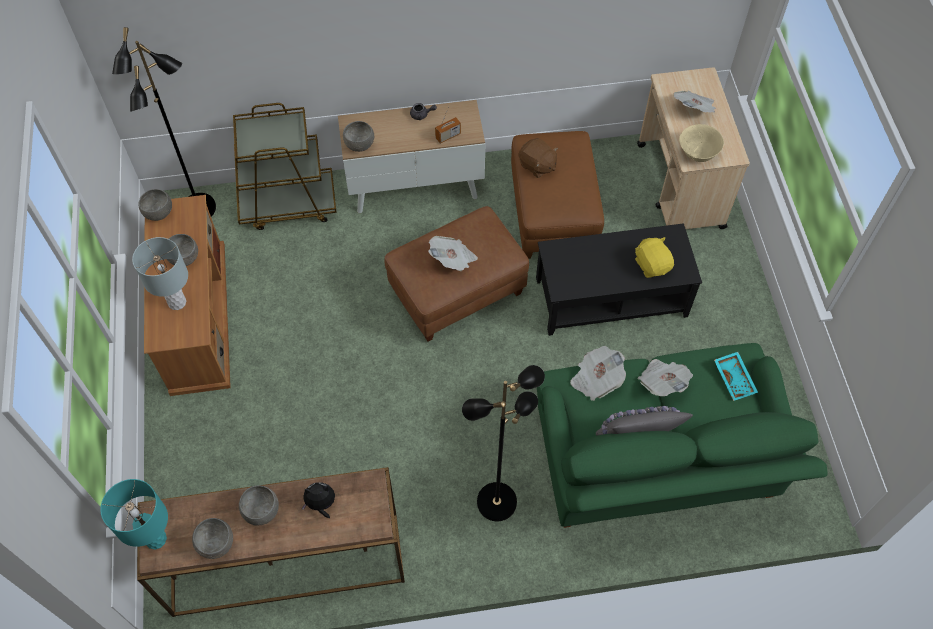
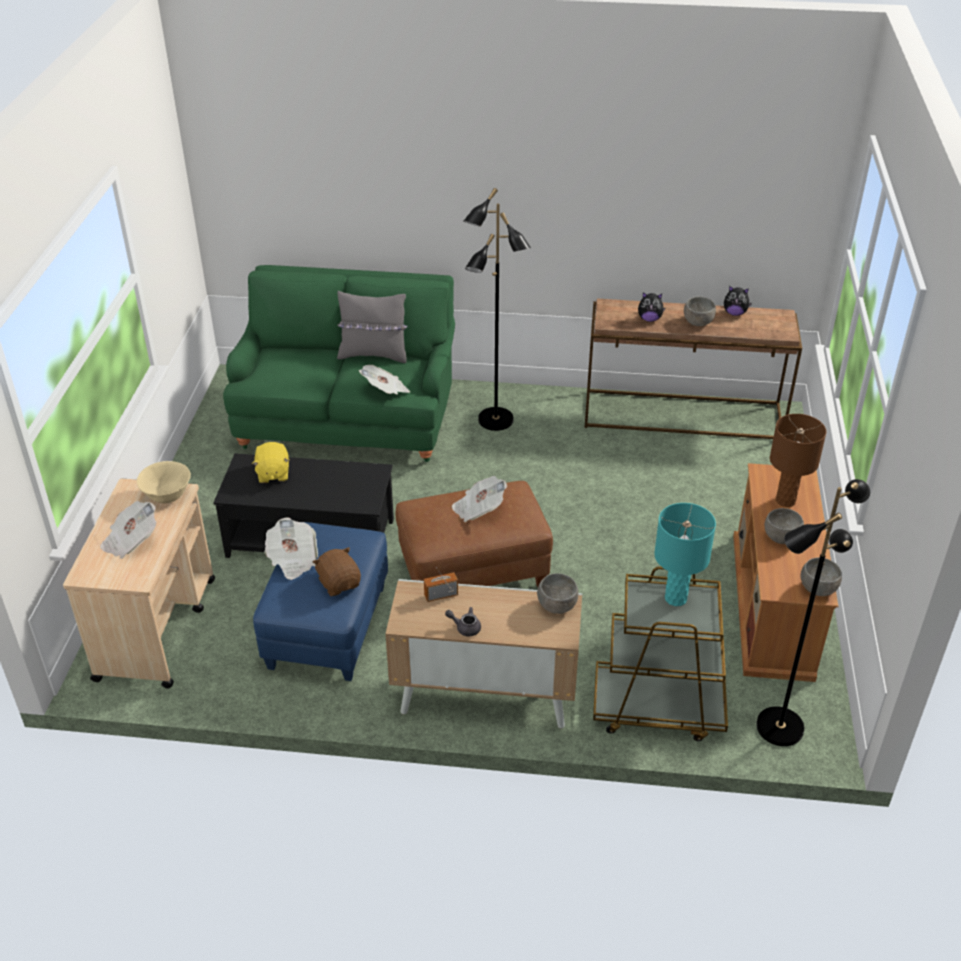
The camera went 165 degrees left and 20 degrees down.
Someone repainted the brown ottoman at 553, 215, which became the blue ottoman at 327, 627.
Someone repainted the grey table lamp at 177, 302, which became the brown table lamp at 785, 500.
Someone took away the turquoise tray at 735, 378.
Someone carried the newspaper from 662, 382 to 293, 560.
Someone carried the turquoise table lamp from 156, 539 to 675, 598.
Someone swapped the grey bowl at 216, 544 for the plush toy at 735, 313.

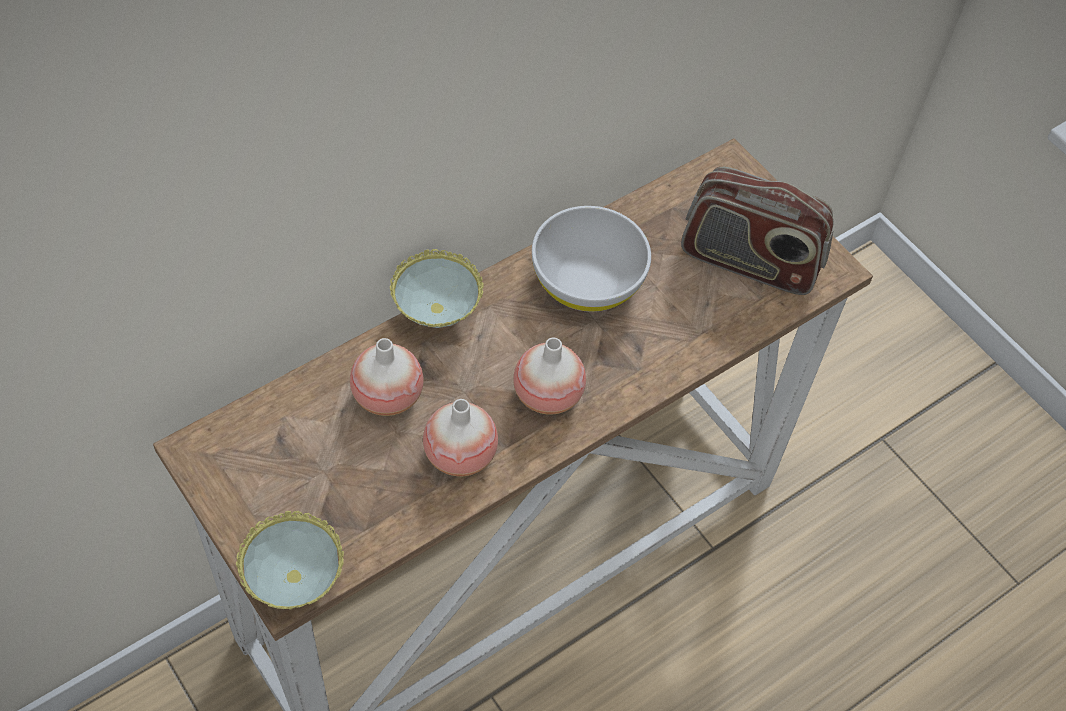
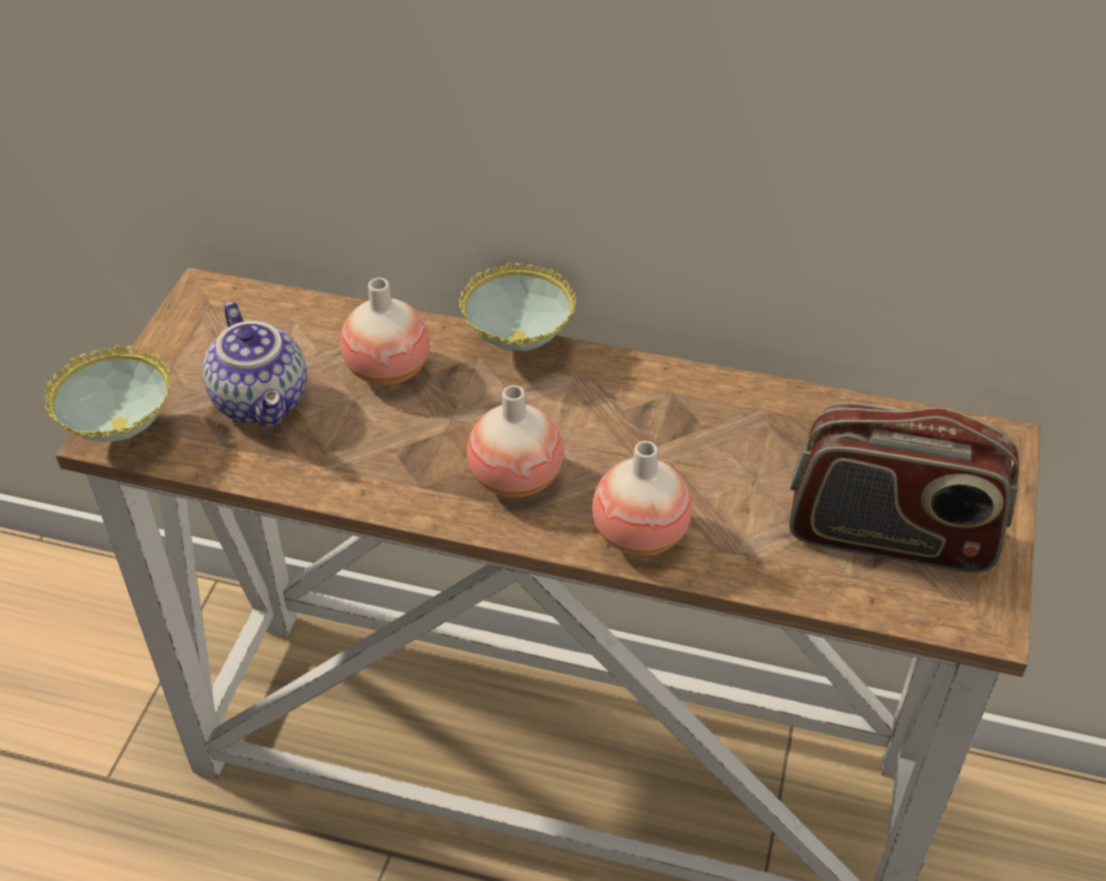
The camera went 55 degrees right and 10 degrees down.
Someone rotated the radio at 749, 261 by 60 degrees counterclockwise.
Someone took away the white bowl at 587, 281.
Someone carried the vase from 460, 455 to 640, 534.
Someone put down the teapot at 264, 401.

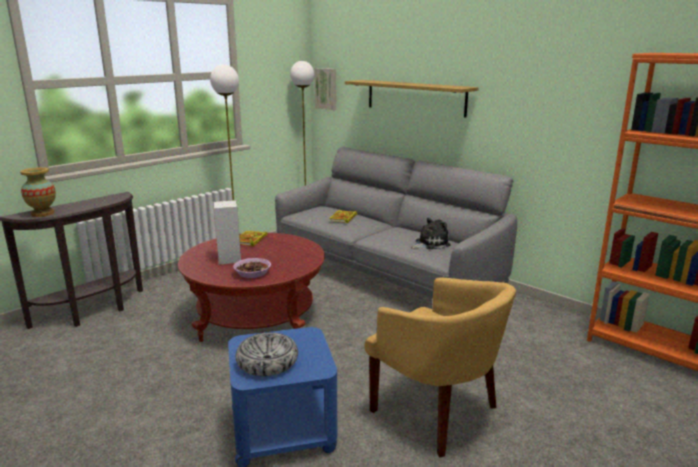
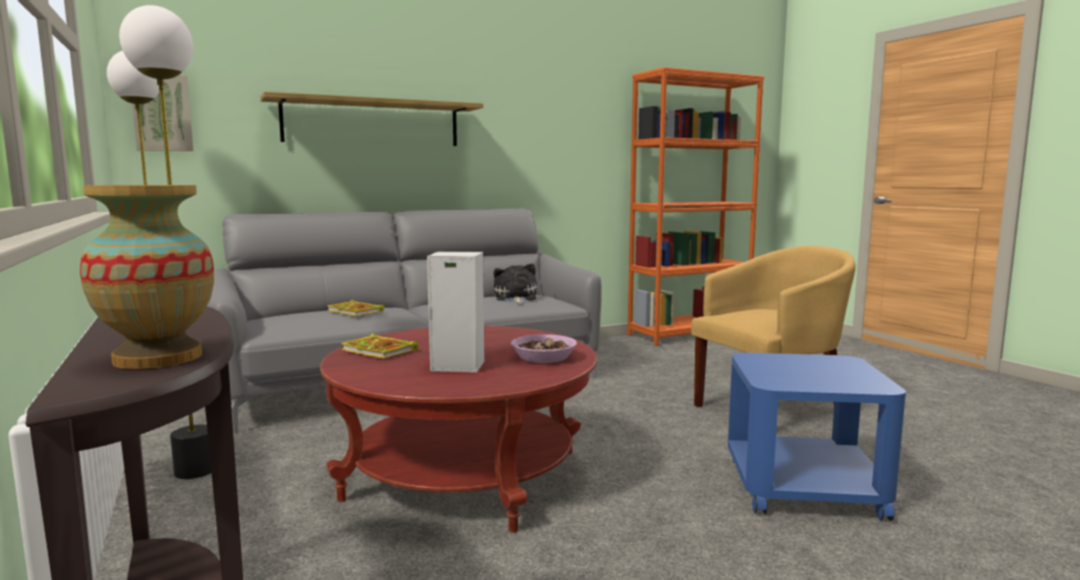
The camera went 70 degrees left and 10 degrees down.
Someone took away the bowl at 267, 362.

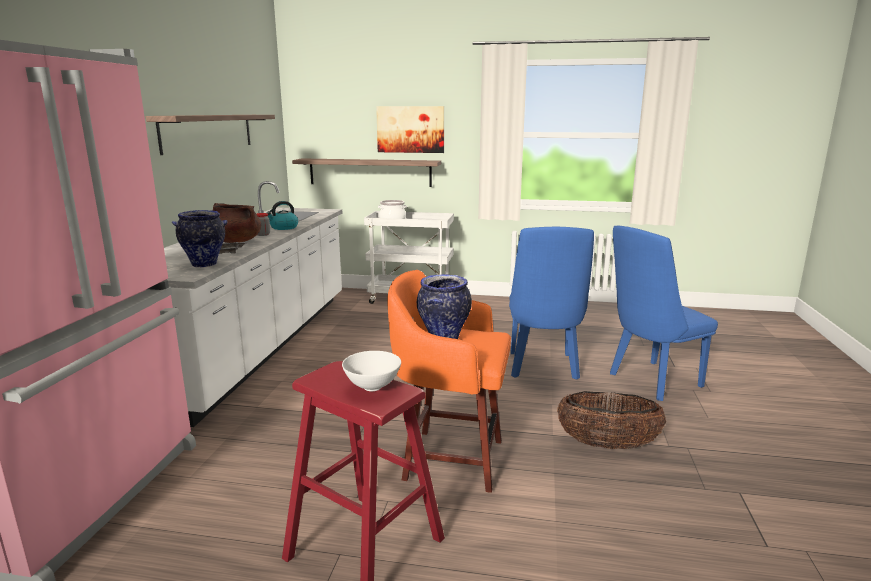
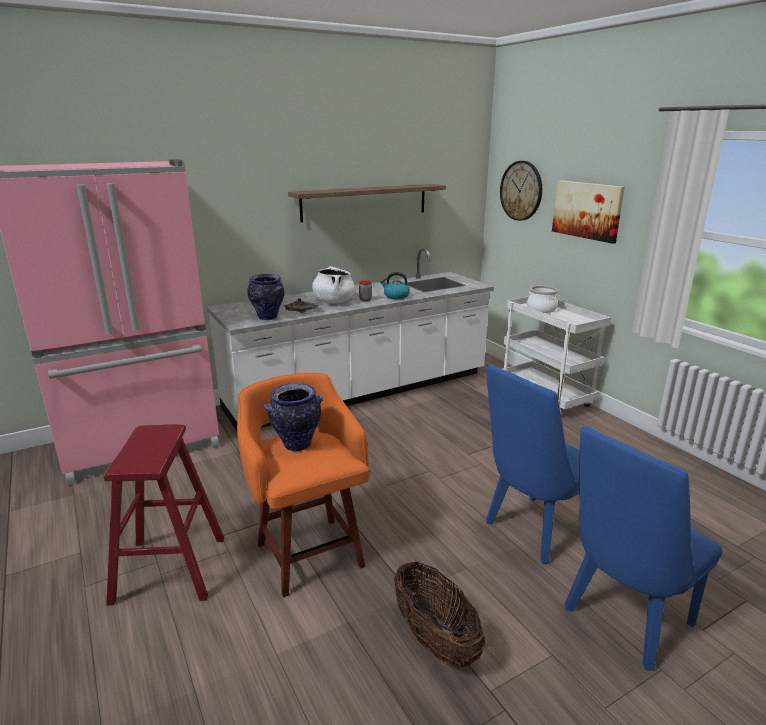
The camera went 50 degrees right and 5 degrees up.
Someone took away the shelf at 370, 172.
Someone repainted the brown cooking pot at 236, 241, which became the white cooking pot at 334, 301.
Someone rotated the blue chair at 650, 382 by 60 degrees counterclockwise.
Someone took away the white bowl at 372, 387.
Someone put up the wall clock at 521, 191.

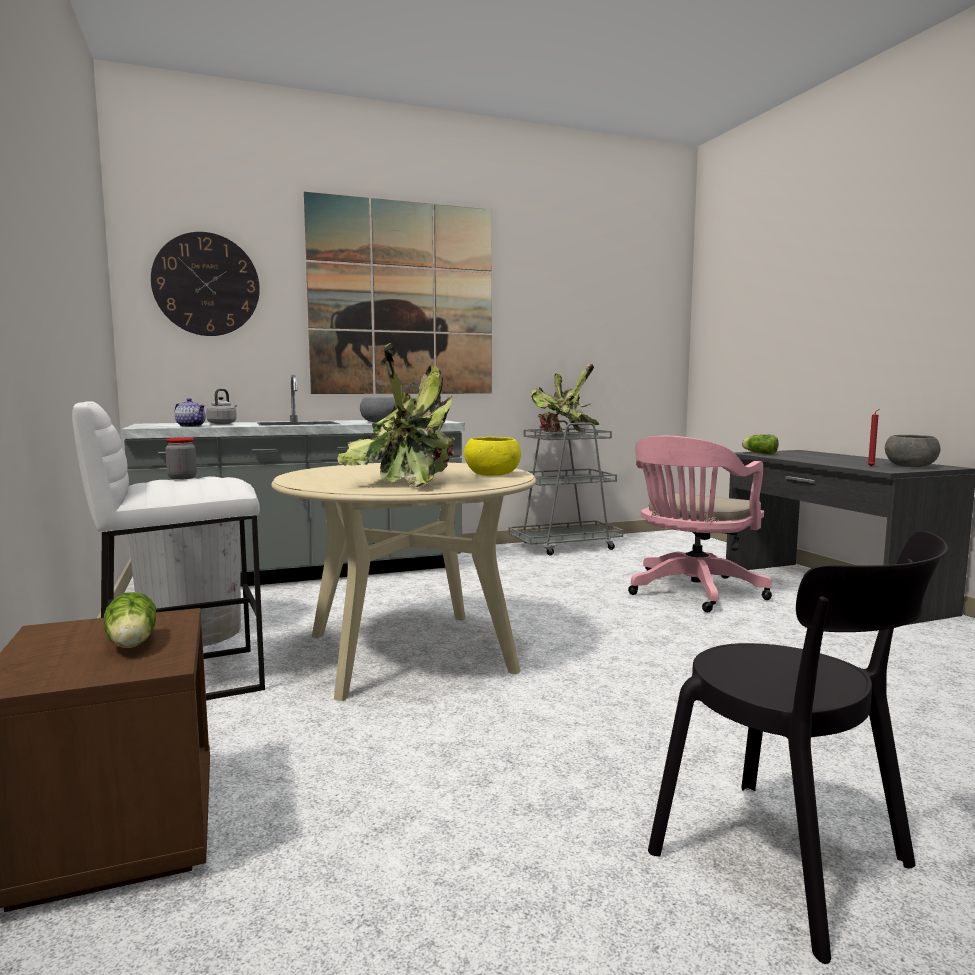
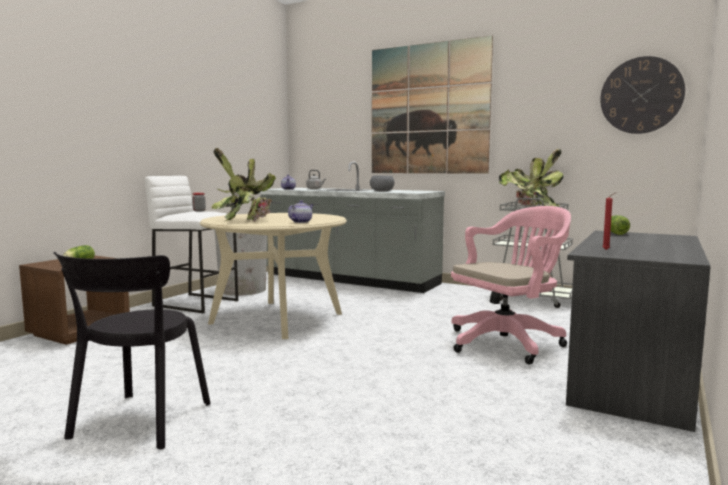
The camera went 50 degrees right and 0 degrees up.
Someone carried the wall clock from 206, 284 to 641, 95.
Someone took away the grey bowl at 910, 466.
Someone rotated the pink office chair at 692, 593 by 150 degrees clockwise.
Someone swapped the yellow bowl at 492, 474 for the teapot at 301, 222.

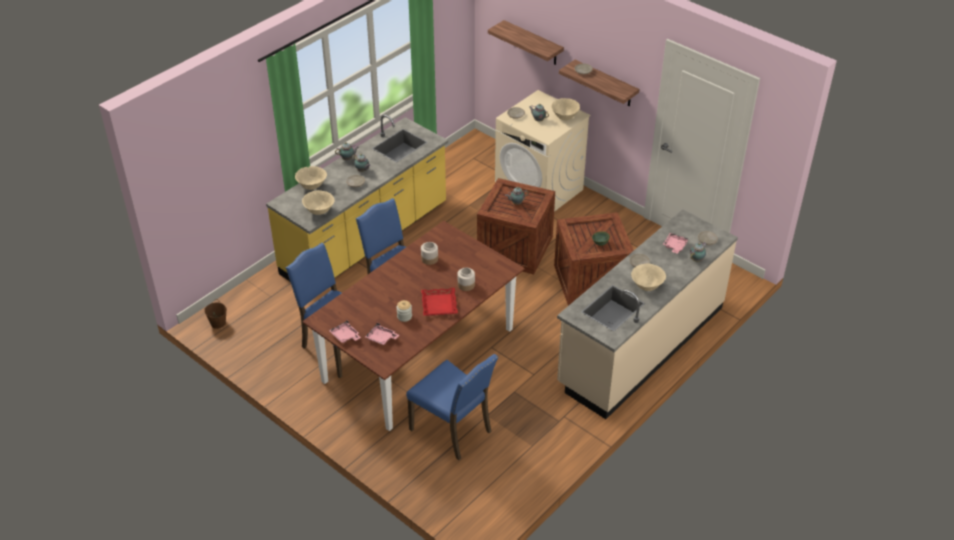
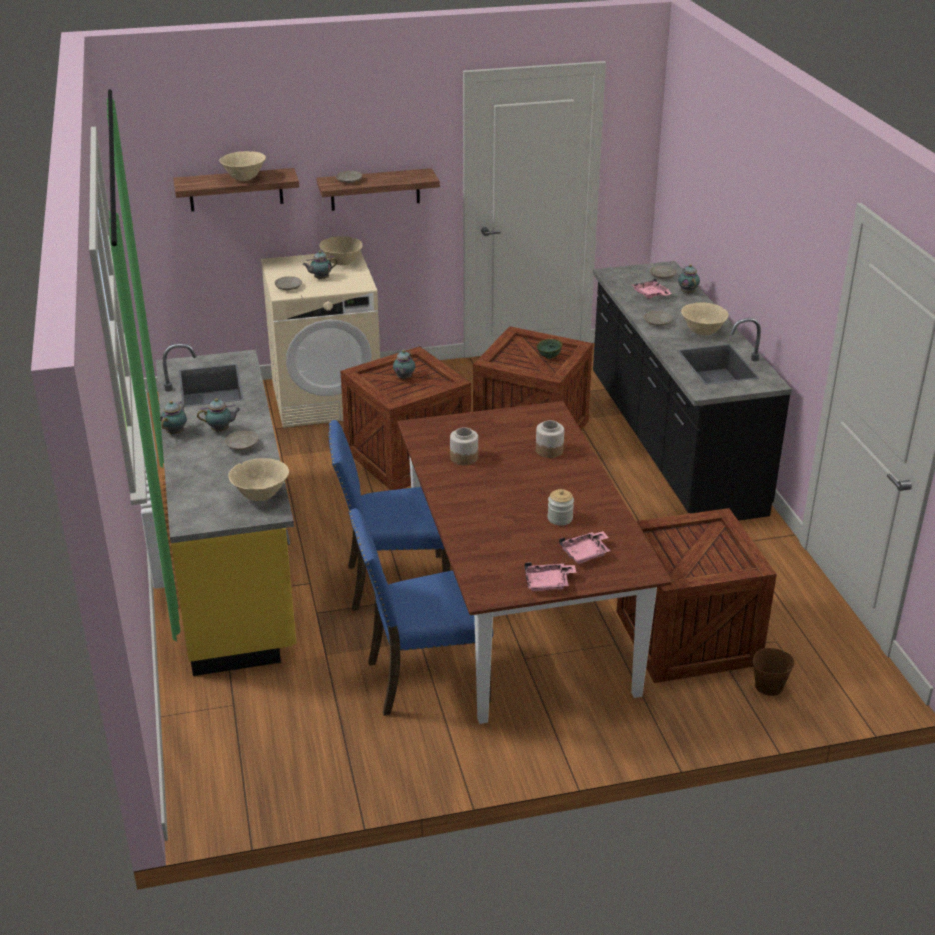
The camera went 55 degrees left and 10 degrees down.
Someone carried the beige bowl from 312, 187 to 244, 179.
Someone repainted the beige counter at 640, 345, which became the black counter at 671, 445.
Someone took away the red tray at 439, 304.
Someone carried the brown bucket from 218, 323 to 768, 687.
Someone swapped the blue chair at 453, 430 for the crate at 689, 638.

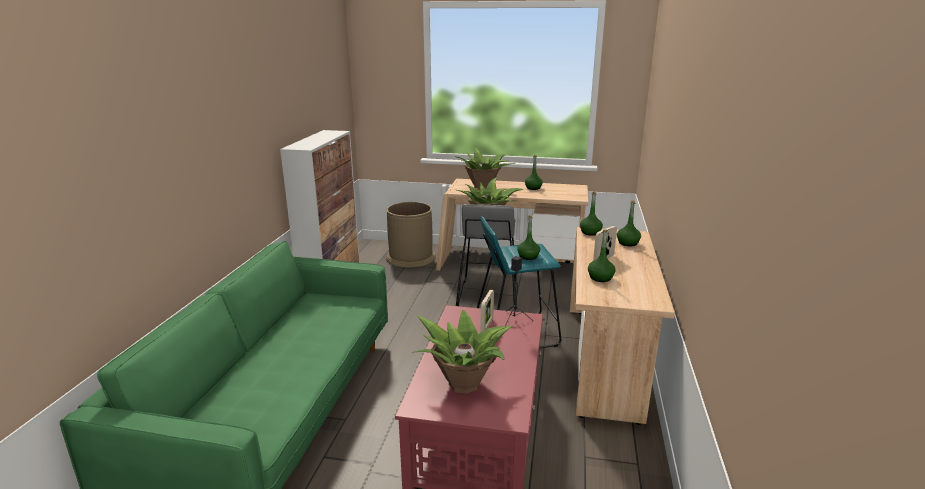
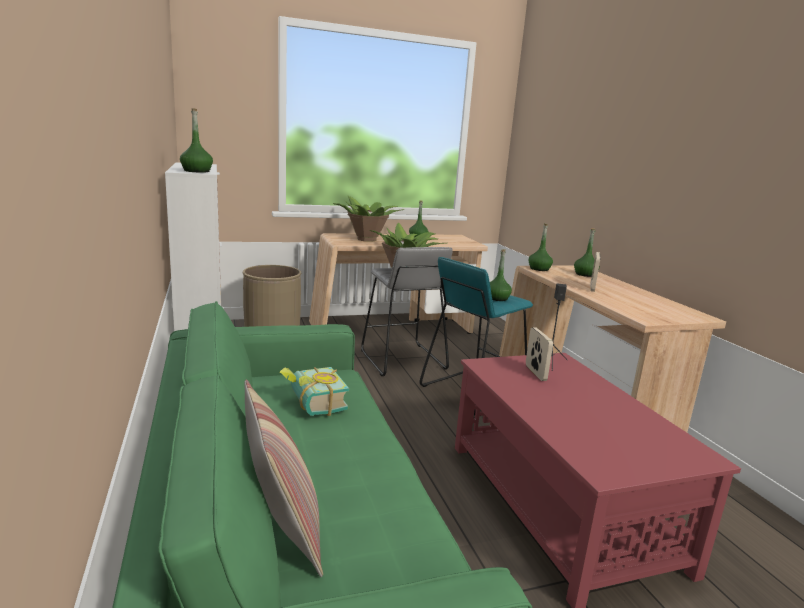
The camera went 30 degrees left and 5 degrees down.
Someone carried the green bottle from 600, 278 to 196, 171.
Someone took away the potted plant at 464, 383.
Someone put down the book at 312, 405.
Someone put down the pillow at 282, 529.

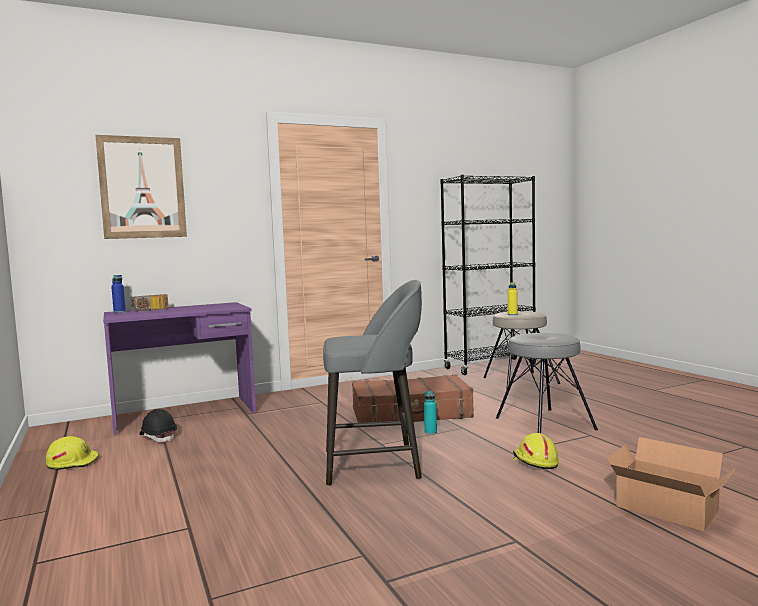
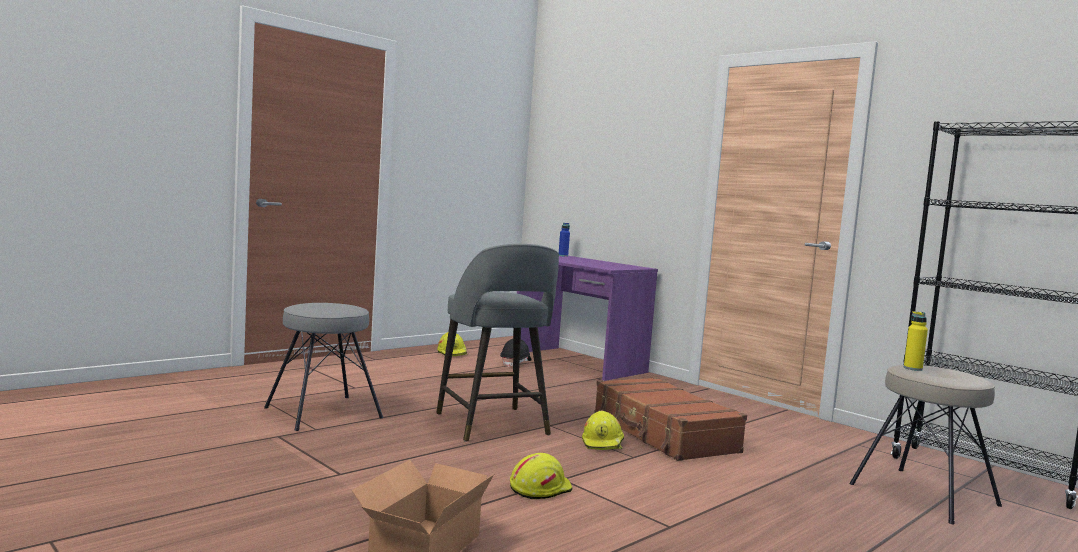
The camera went 70 degrees right and 0 degrees up.
Someone took away the picture at 142, 187.
Someone took away the radio at 150, 310.
Someone carried the grey stool from 544, 424 to 322, 412.
Someone swapped the turquoise bottle at 430, 432 for the yellow hard hat at 603, 443.

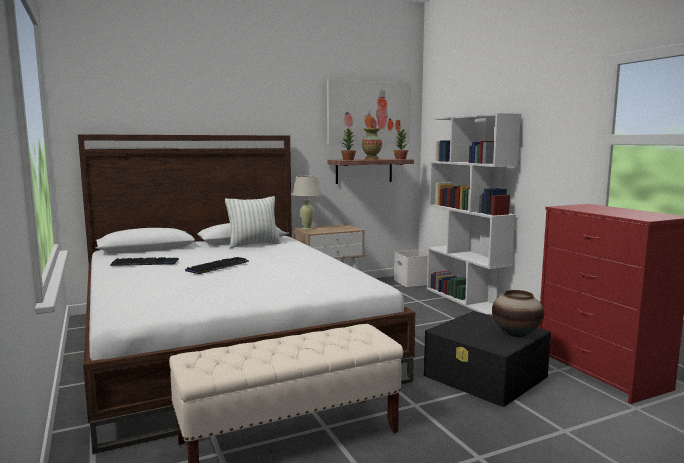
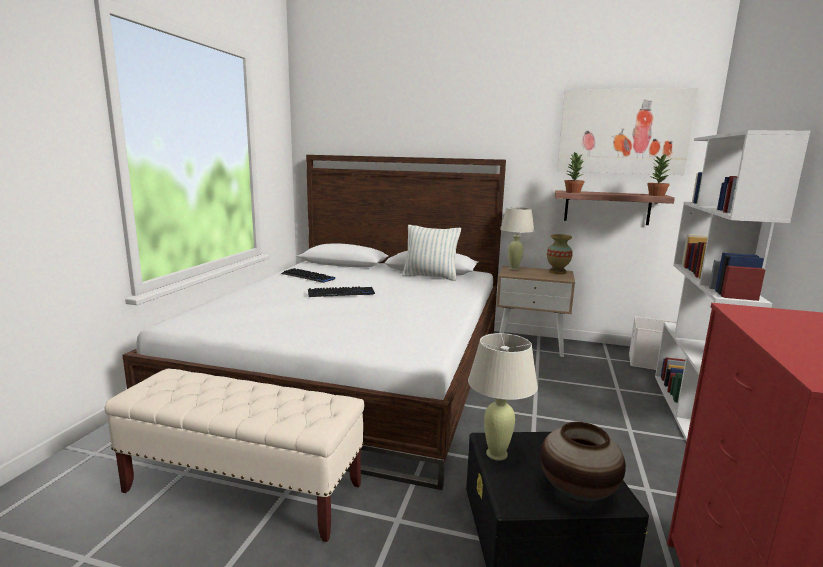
The camera went 40 degrees right and 5 degrees up.
Someone carried the vase from 371, 159 to 557, 272.
Someone put down the beige table lamp at 496, 454.

